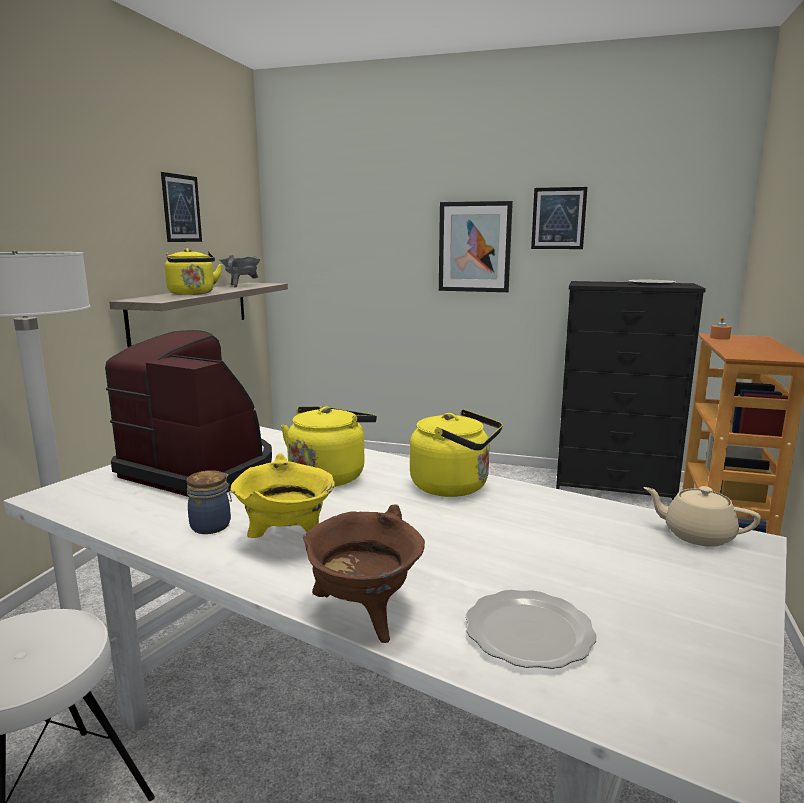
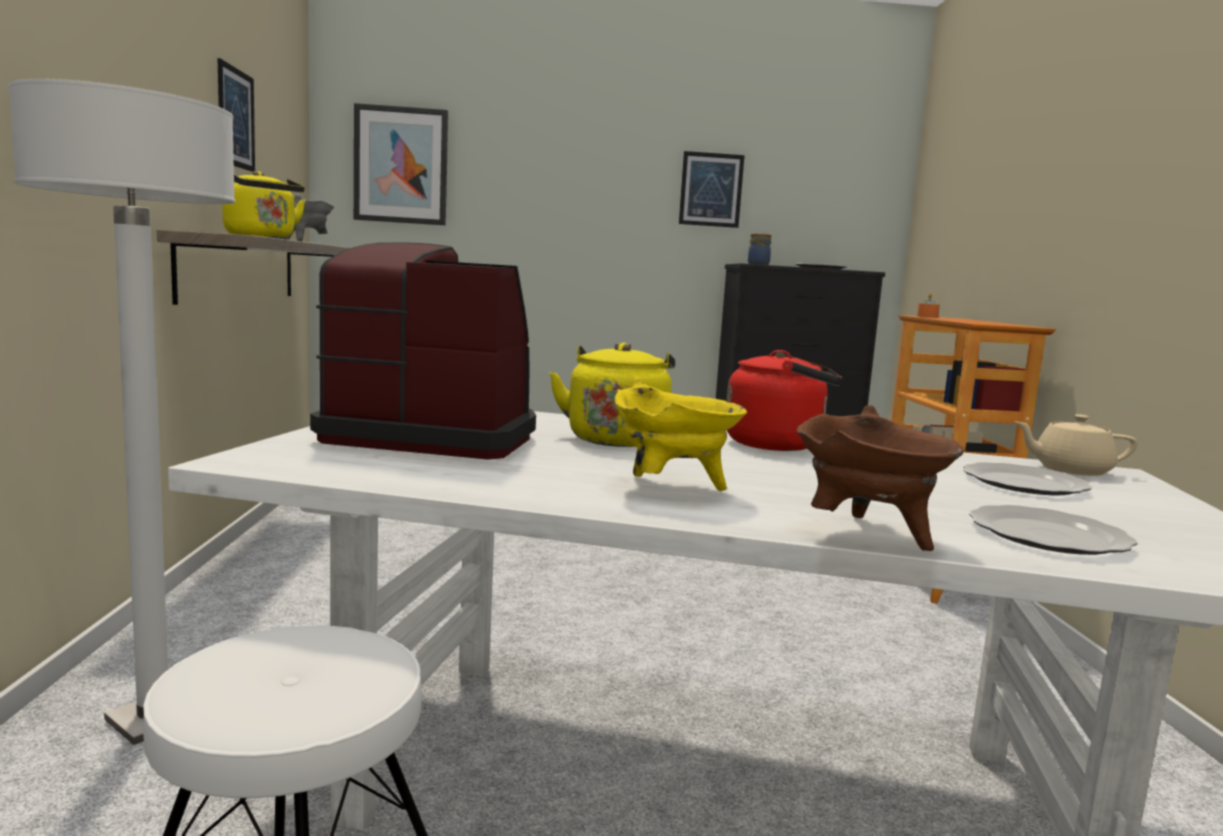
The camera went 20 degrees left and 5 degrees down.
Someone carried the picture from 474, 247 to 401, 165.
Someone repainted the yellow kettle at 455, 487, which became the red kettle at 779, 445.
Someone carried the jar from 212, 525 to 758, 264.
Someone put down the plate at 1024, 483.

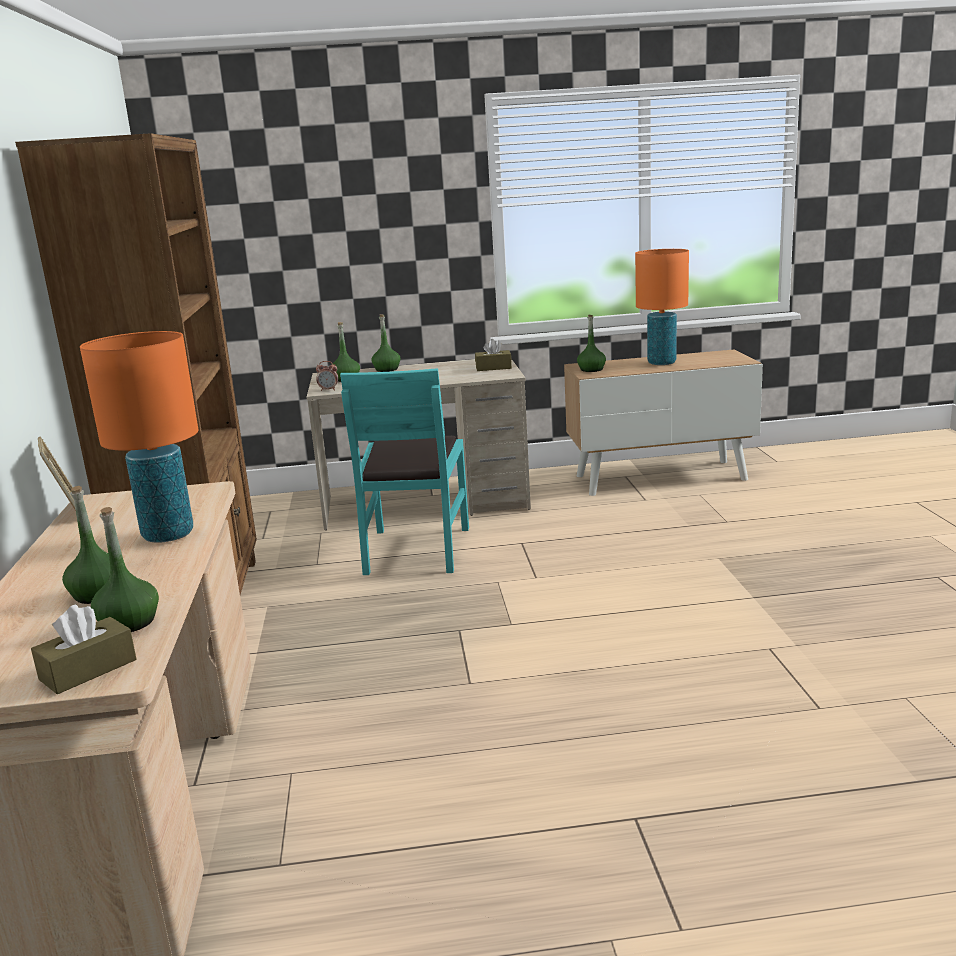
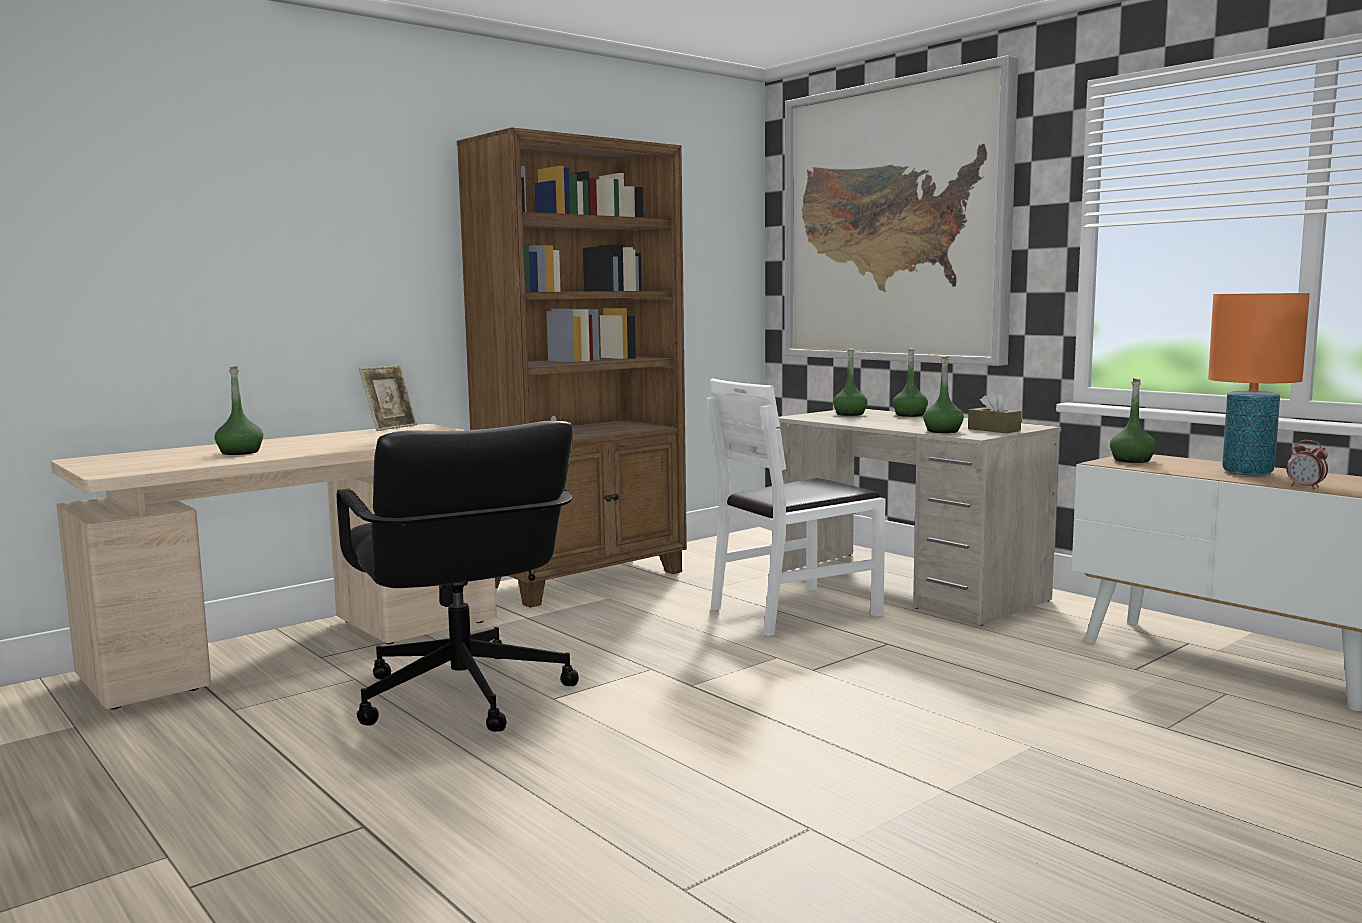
The camera went 55 degrees right and 10 degrees down.
Someone took away the orange table lamp at 168, 535.
Someone carried the alarm clock from 328, 390 to 1305, 487.
Someone repainted the turquoise chair at 415, 550, which became the white chair at 794, 610.
Someone carried the green bottle from 129, 623 to 943, 431.
Someone took away the brown tissue box at 88, 669.
Someone put up the picture at 893, 223.
Someone put down the black office chair at 462, 696.

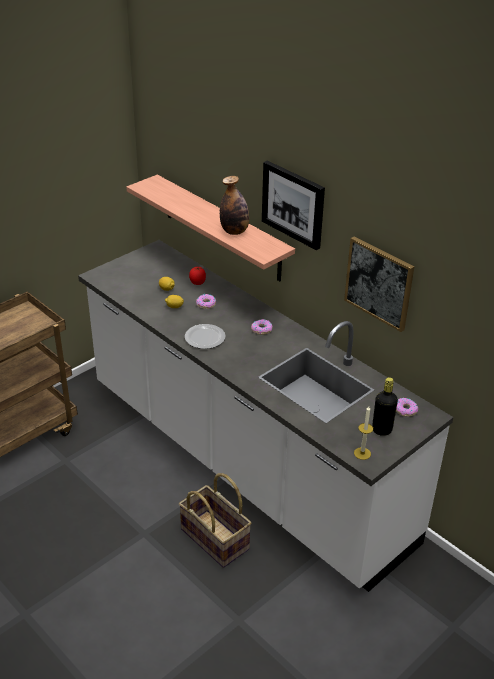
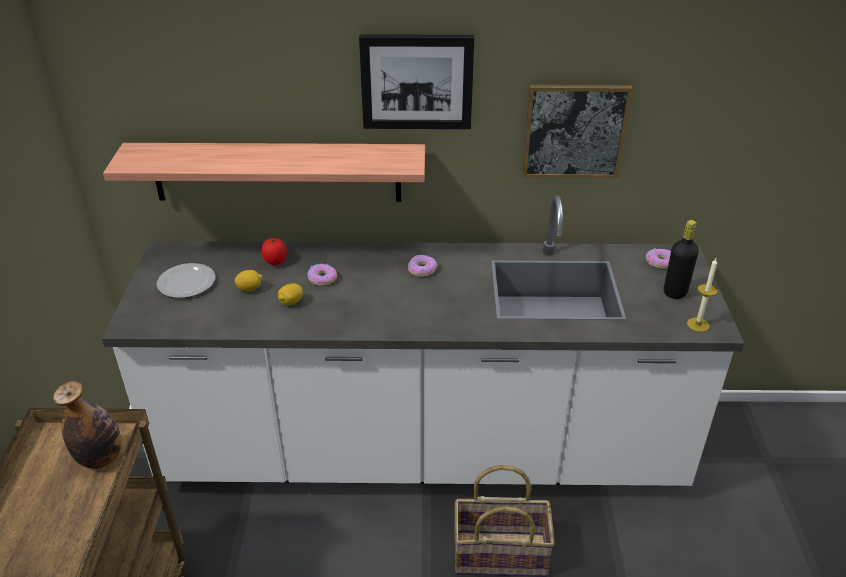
The camera went 45 degrees left and 0 degrees up.
Someone carried the bottle from 234, 231 to 100, 458.
Someone carried the plate from 204, 338 to 187, 283.

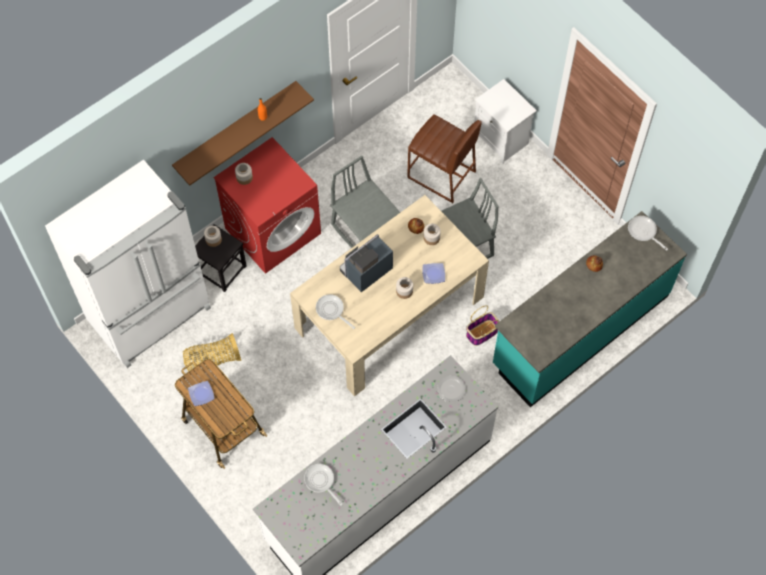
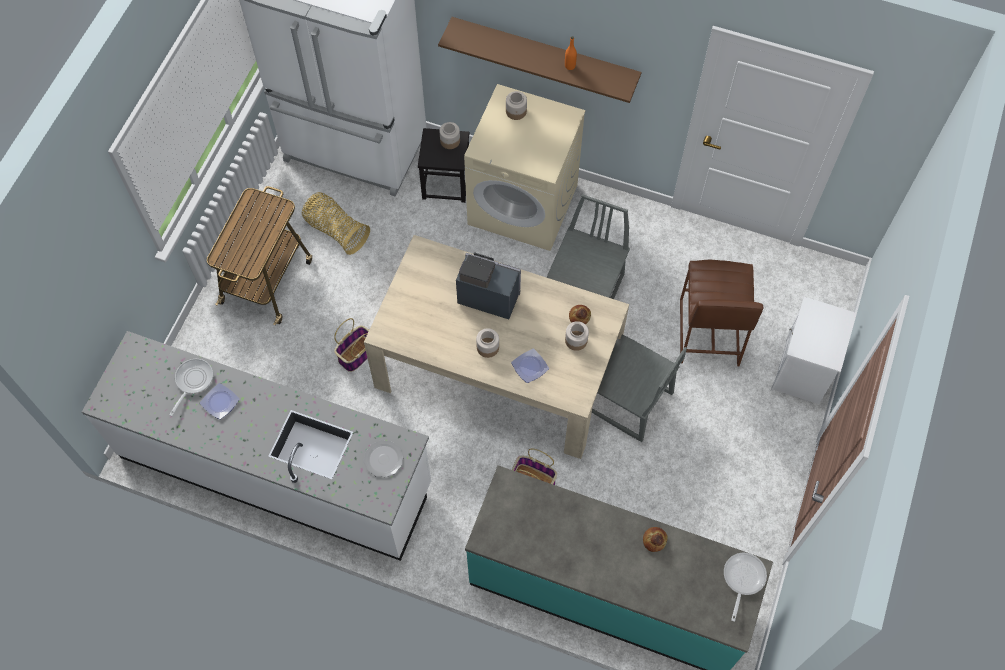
The camera went 60 degrees right and 0 degrees up.
Someone repainted the red washing machine at 273, 230, which became the beige washing machine at 523, 204.
Someone took away the frying pan at 331, 310.
Someone carried the plate from 201, 394 to 219, 402.
Someone put down the basket at 357, 353.

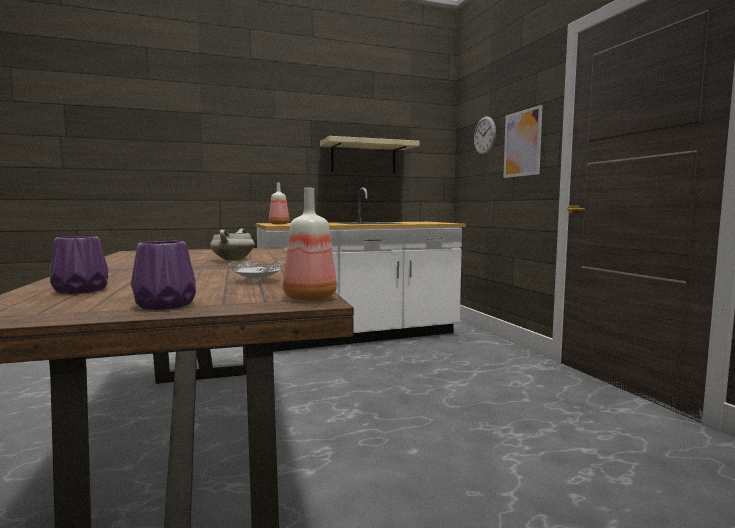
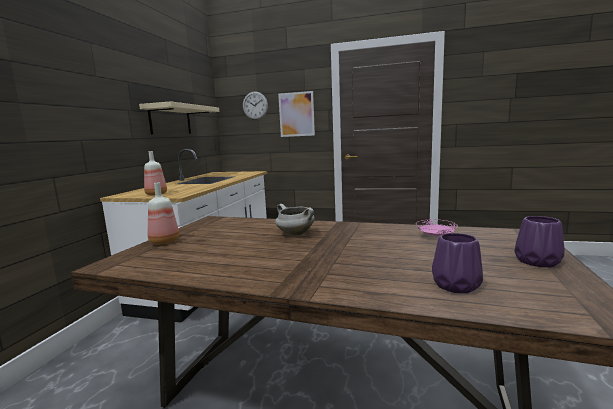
The camera went 55 degrees left and 5 degrees up.
Someone carried the bottle from 308, 298 to 164, 242.
Someone repainted the white plate at 257, 281, which became the pink plate at 435, 237.

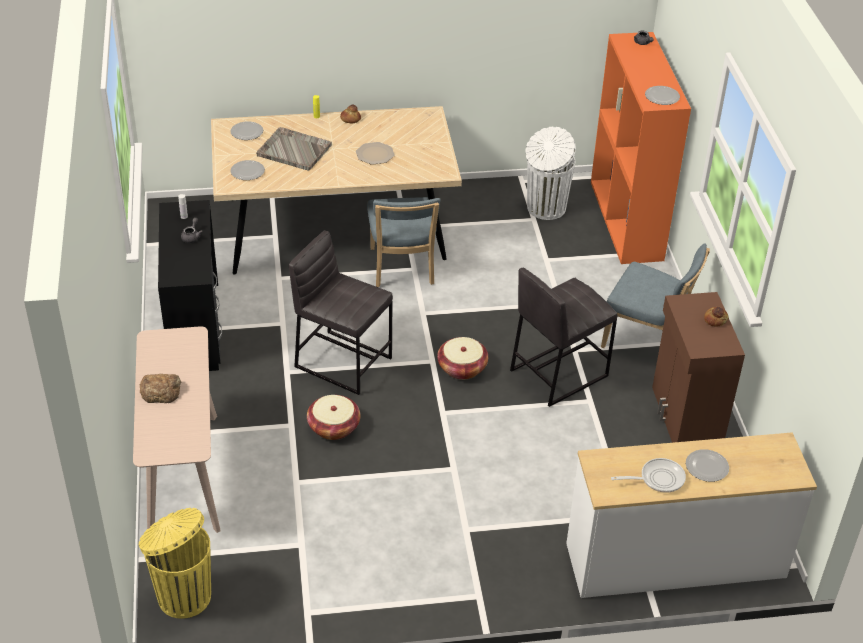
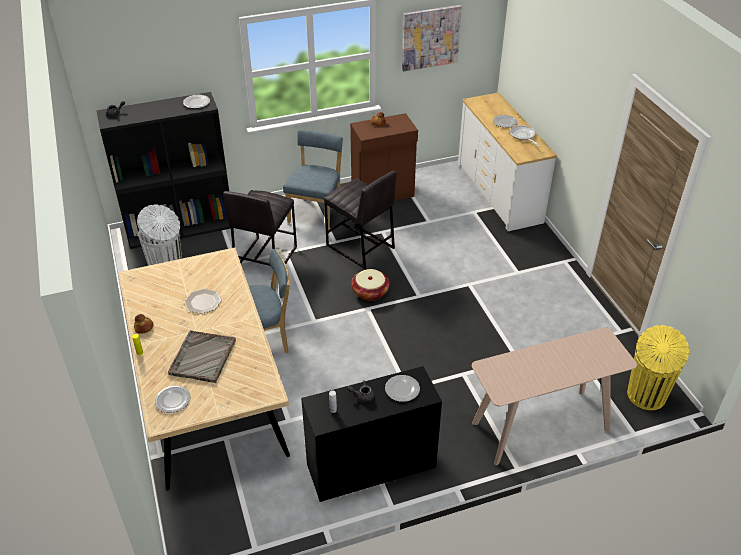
The camera went 100 degrees left and 0 degrees up.
Someone repainted the orange bookcase at 627, 221, which became the black bookcase at 181, 227.
Someone carried the plate from 248, 171 to 402, 389.
Someone carried the grey stool from 343, 361 to 265, 258.
Someone took away the bread at 161, 391.
Someone took away the basket at 333, 427.
Someone put up the picture at 430, 37.

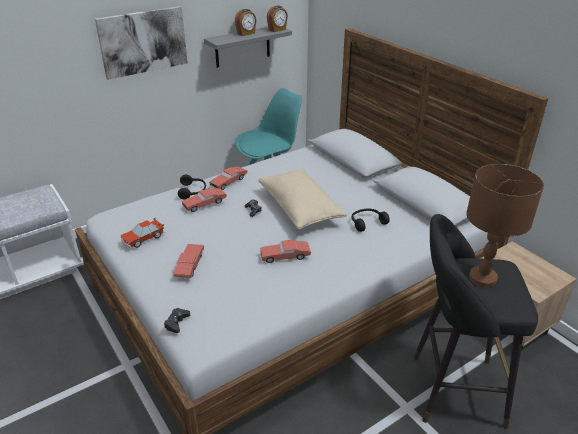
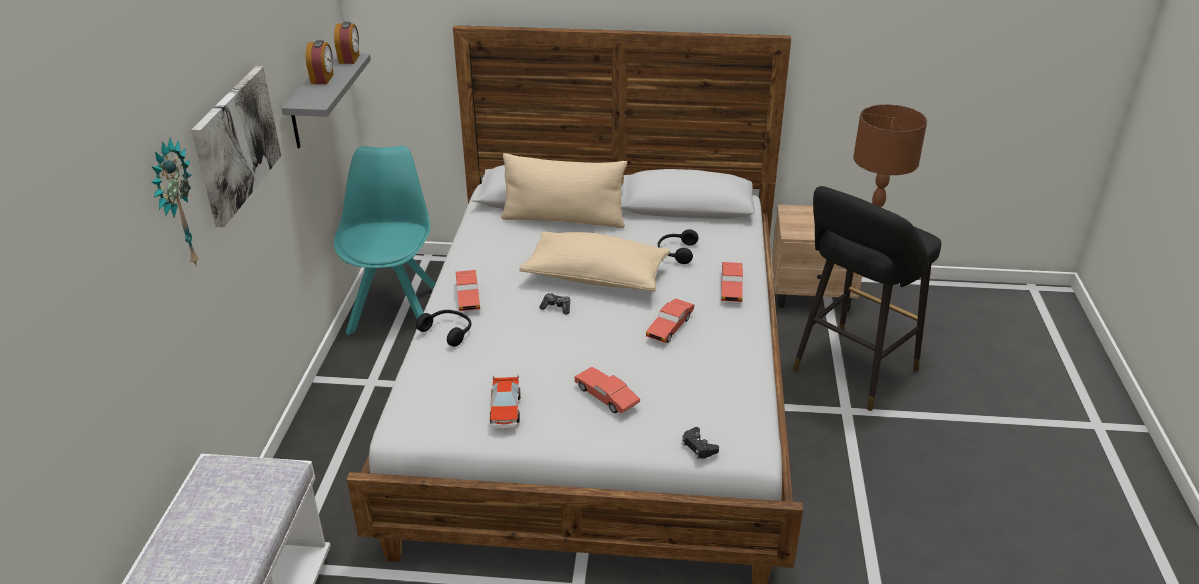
The camera went 50 degrees left and 0 degrees up.
Someone carried the red toy car from 205, 204 to 731, 288.
Someone put up the wall clock at 174, 206.
Someone put down the beige pillow at 563, 219.

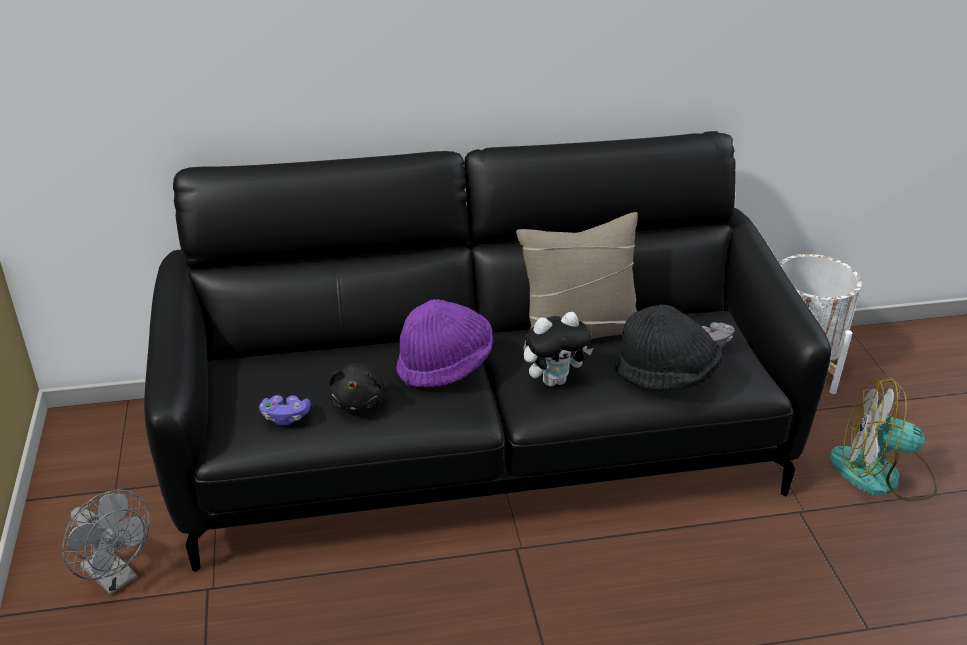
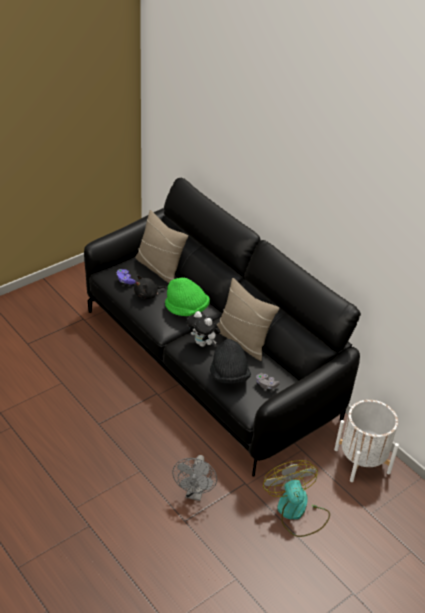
The camera went 60 degrees right and 5 degrees up.
Someone repainted the purple hat at 445, 365, which became the green hat at 187, 309.
Someone carried the grey fan from 115, 578 to 195, 493.
Someone put down the beige pillow at 159, 268.

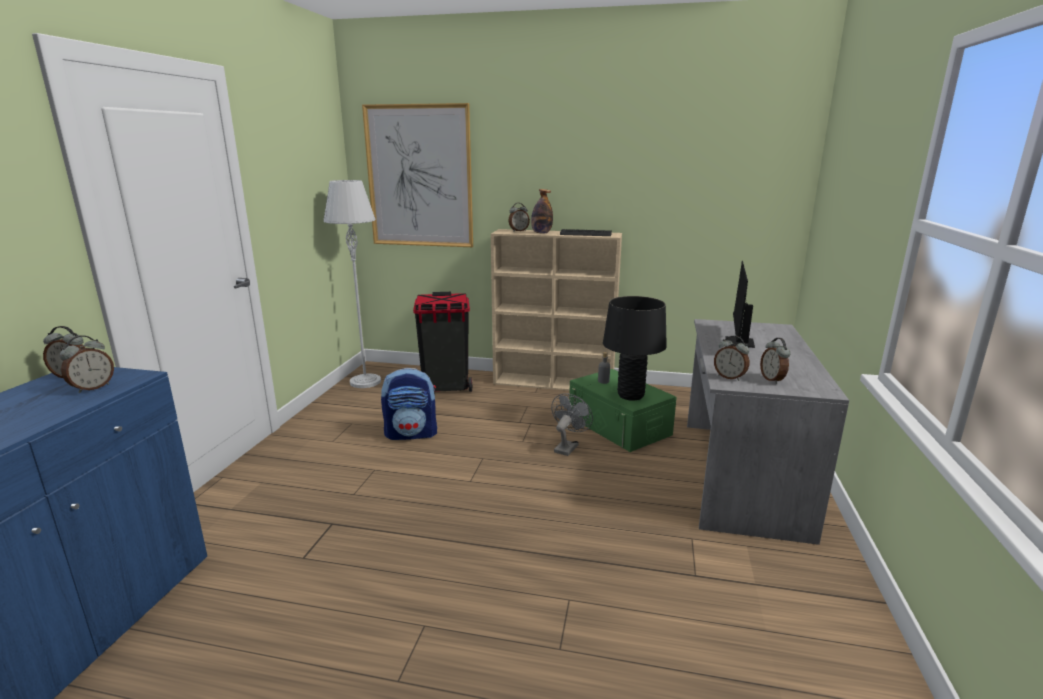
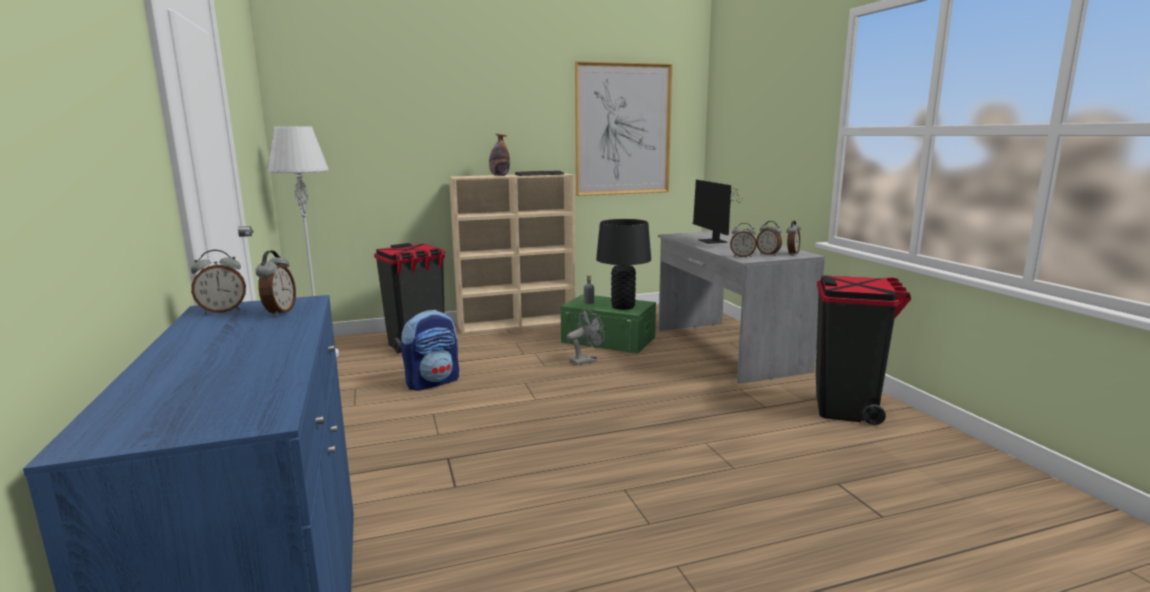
The camera went 30 degrees left and 5 degrees down.
Someone carried the picture from 419, 177 to 623, 130.
Someone carried the alarm clock from 518, 231 to 792, 253.
Someone rotated the grey fan at 568, 447 by 60 degrees clockwise.
Someone put down the black trash can at 846, 407.

